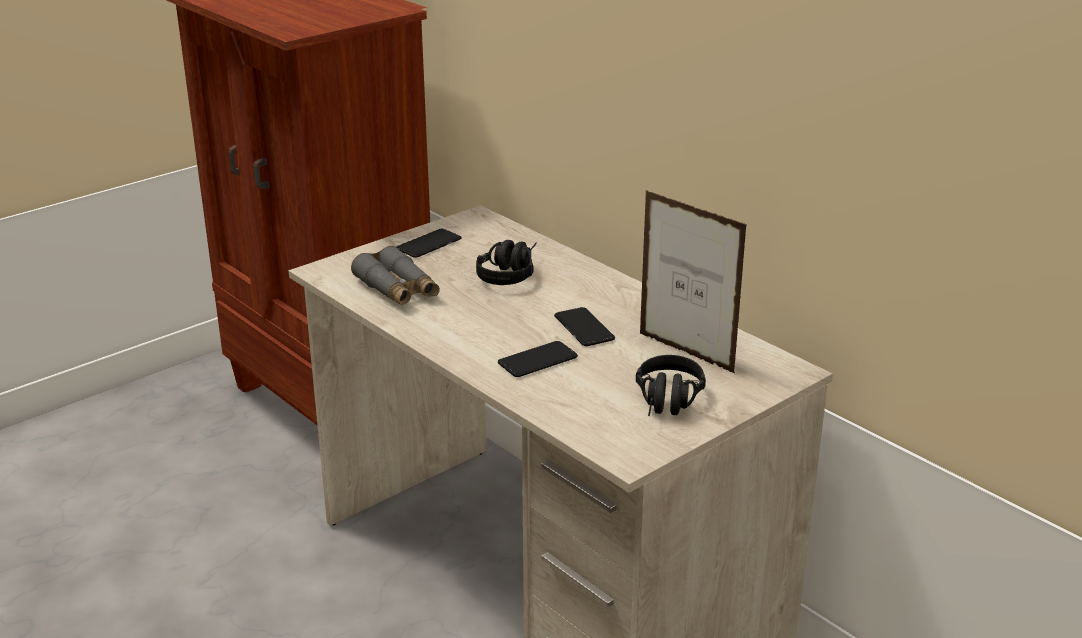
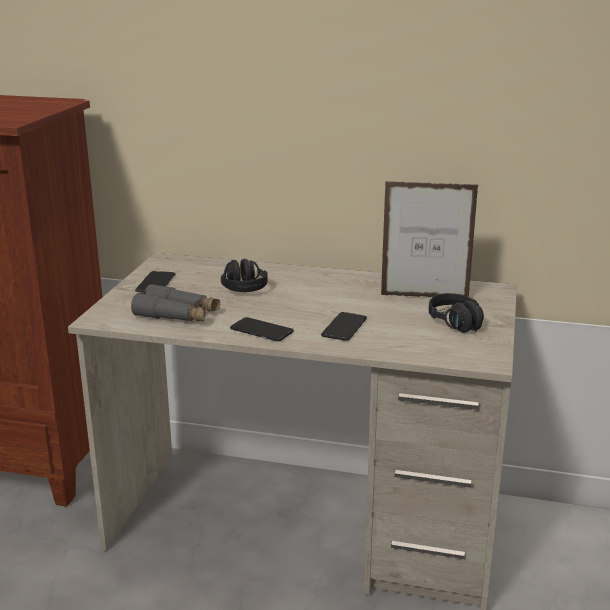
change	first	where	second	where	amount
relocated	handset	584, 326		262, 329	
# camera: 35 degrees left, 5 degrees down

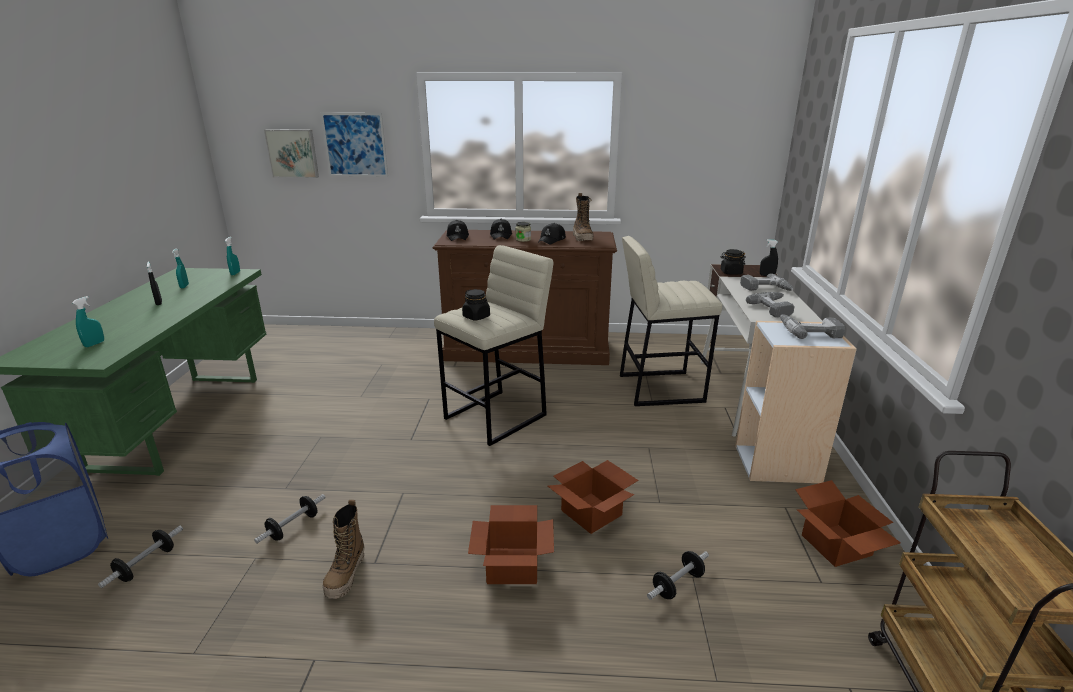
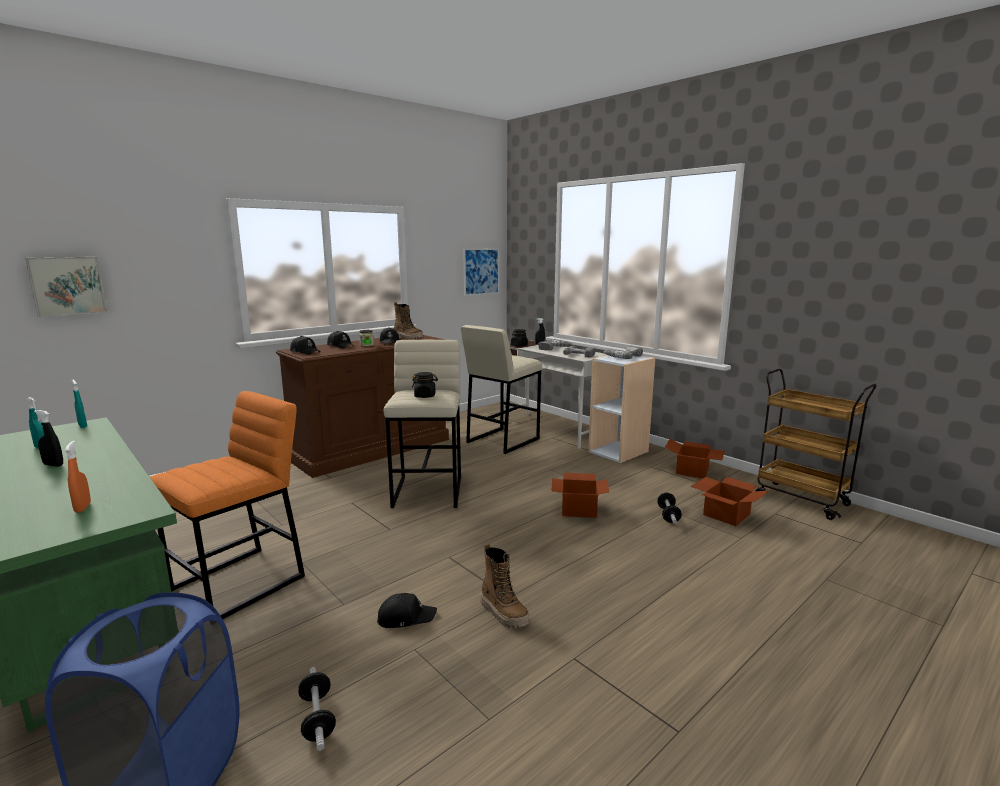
change	first	where	second	where	amount
colour	blue-green hand sprayer	88, 321	orangey hand sprayer	78, 477	
exchanged	hand weight	290, 519	blackish baseball cap	407, 610	
relocated	picture	354, 145		481, 272	
relocated	carton	511, 544		729, 501	
appeared			orangey upright chair	227, 505	
# camera: 45 degrees left, 10 degrees down

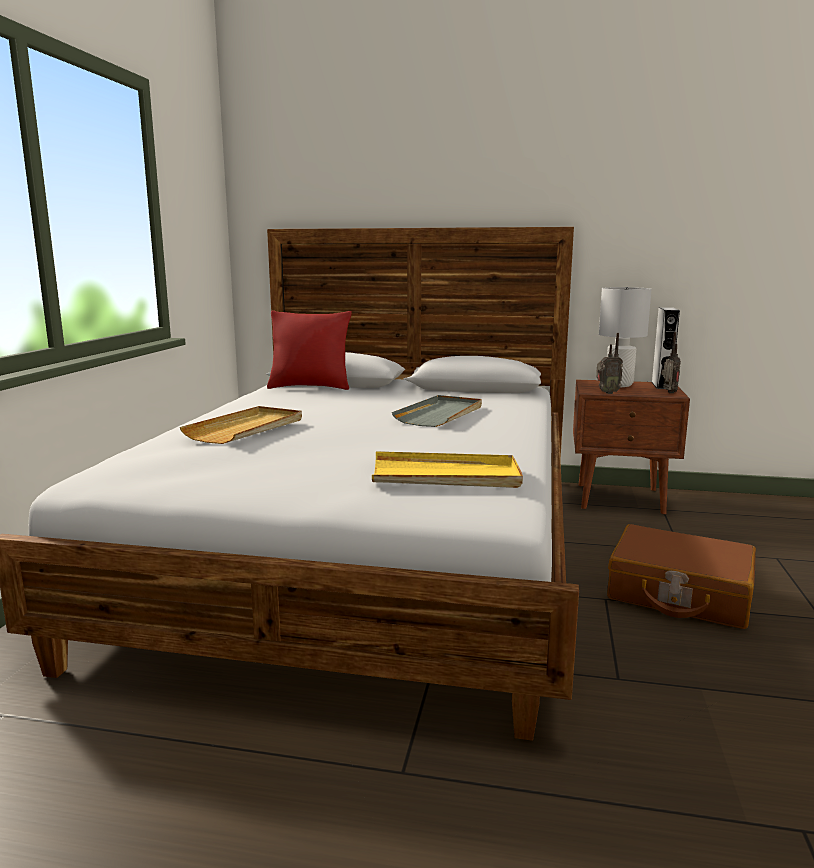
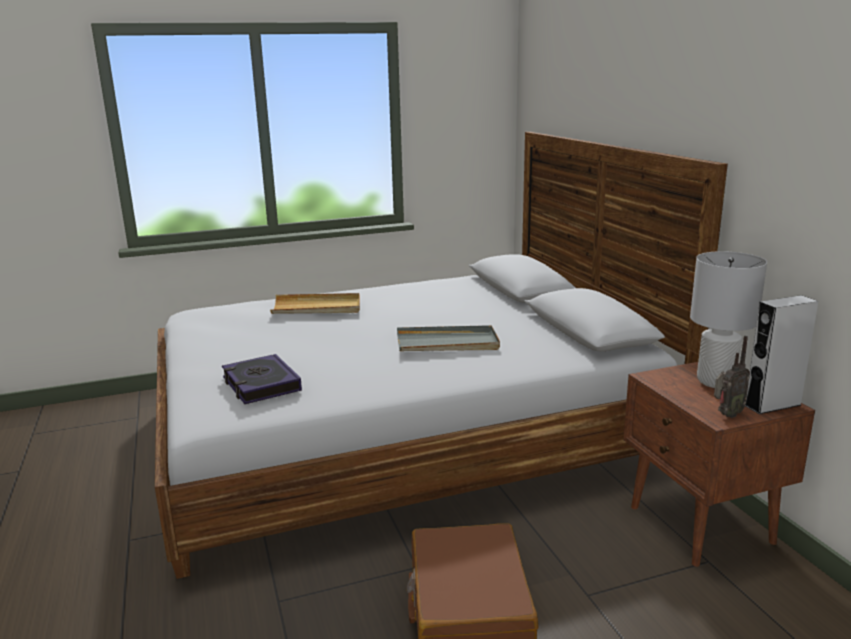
change	first	where	second	where	amount
missing	reddish cushion	309, 350			
exchanged	yellow tray	447, 469	bound book	262, 379	
missing	radio receiver	609, 363			
# camera: 60 degrees right, 5 degrees up

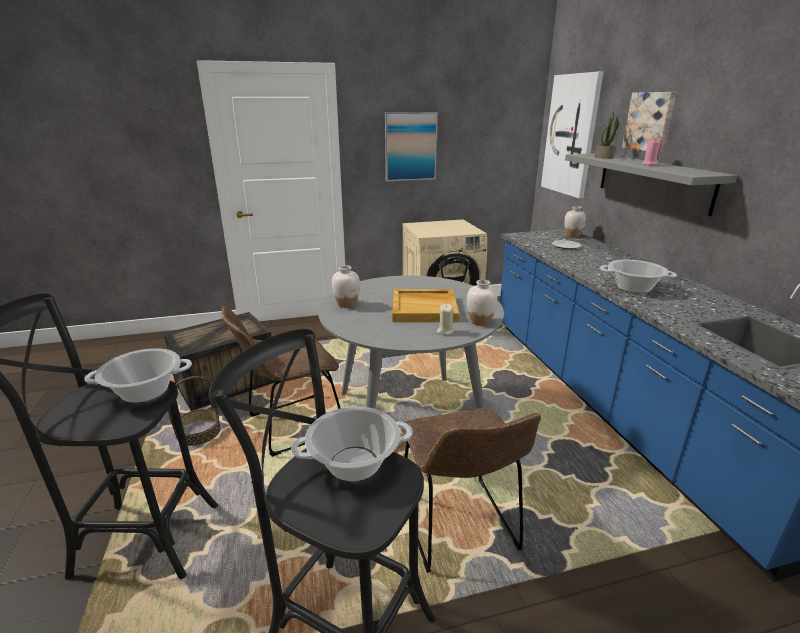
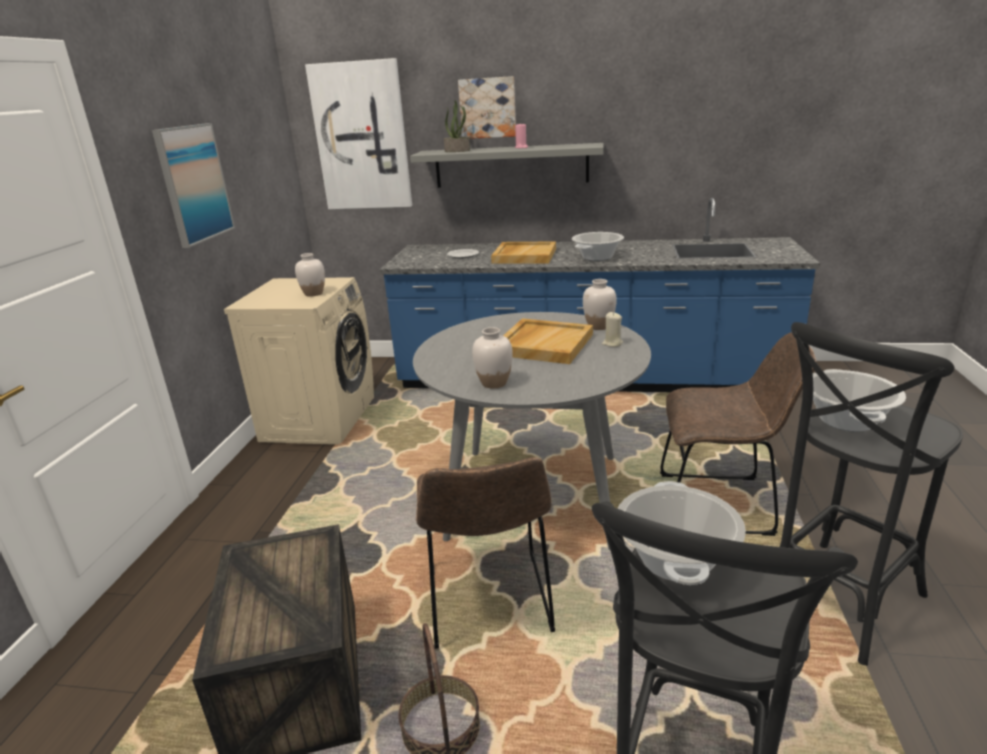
change	first	where	second	where	amount
relocated	whitish decorative vase	575, 221		310, 275	
appeared			sand-coloured tray	523, 252	
# camera: 65 degrees left, 0 degrees up

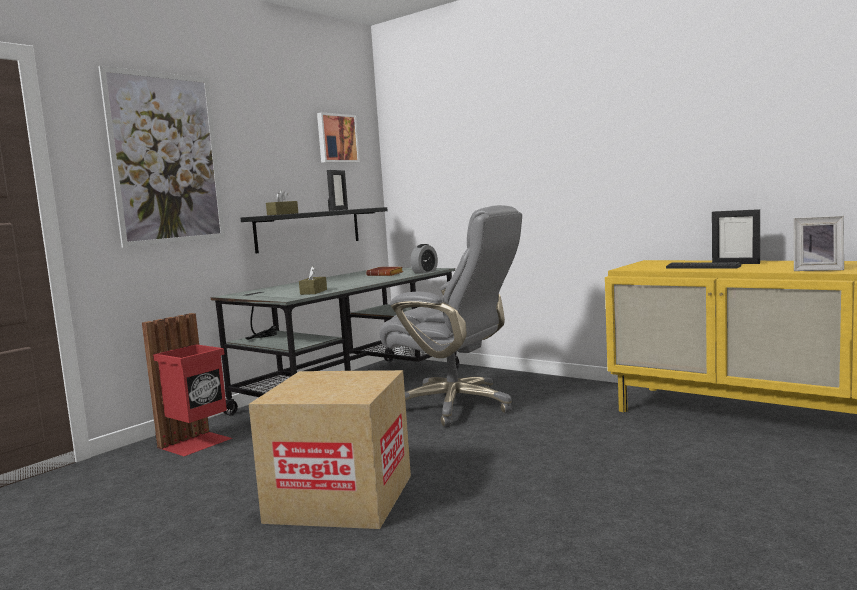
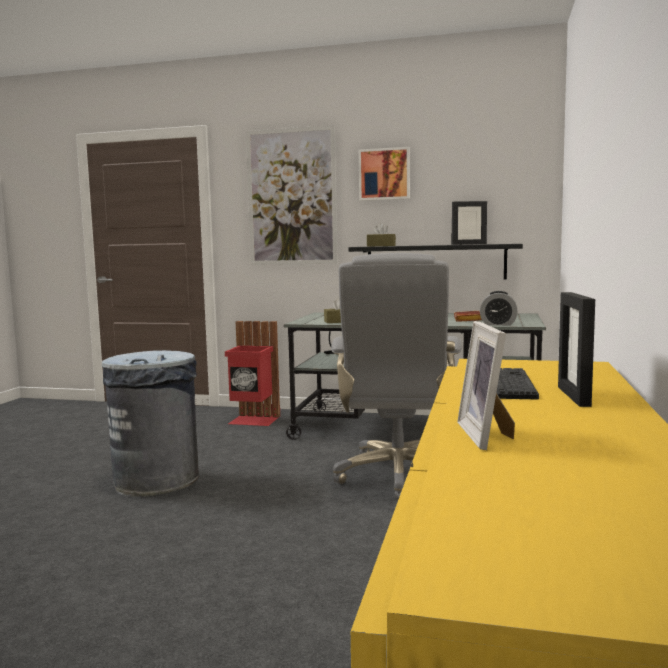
change	first	where	second	where	amount
exchanged	carton	330, 449	gray waste bin	150, 423	
relocated	picture	338, 137		384, 174	
# camera: 65 degrees right, 0 degrees up

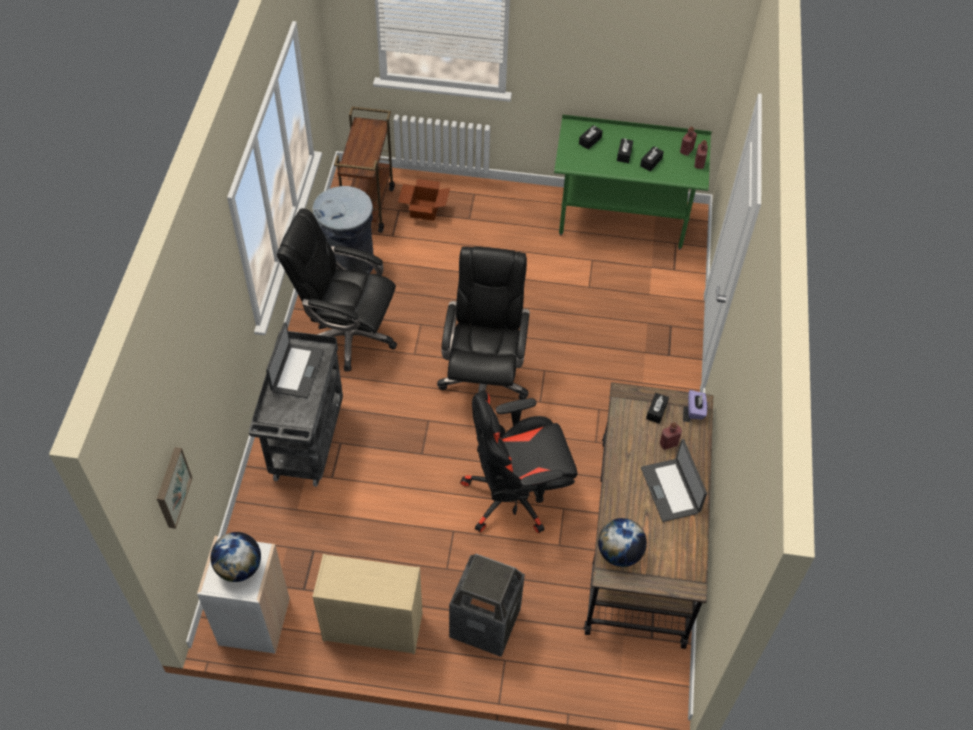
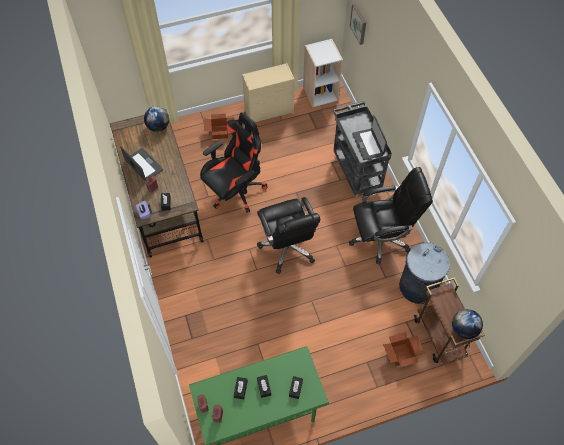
change	first	where	second	where	amount
relocated	world globe	235, 557		467, 324	
exchanged	waste bin	487, 605	carton	218, 126	
# camera: 155 degrees right, 5 degrees up

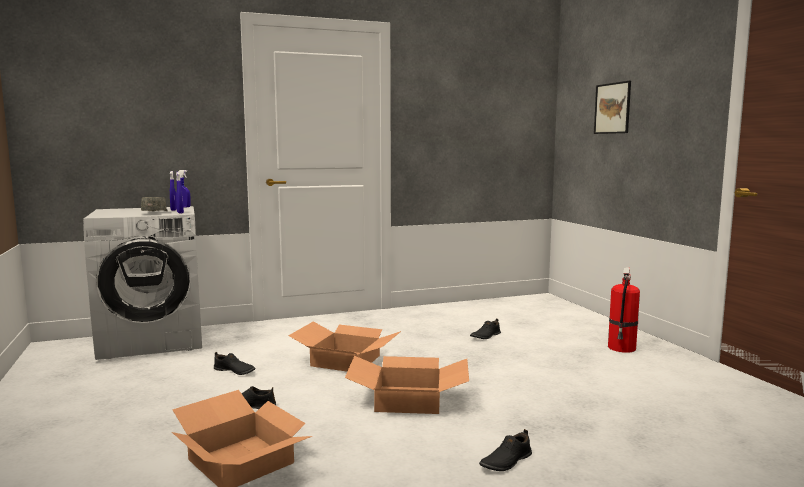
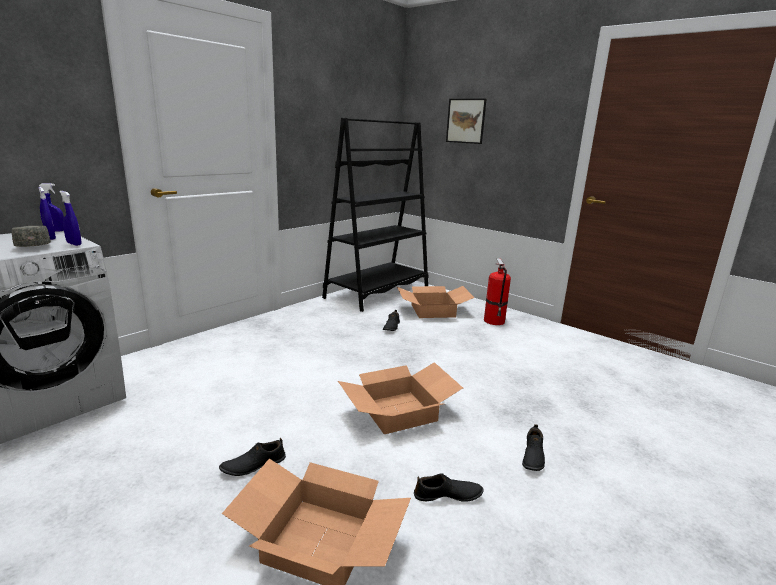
change	first	where	second	where	amount
relocated	blackish item of footwear	234, 363		449, 488	
relocated	carton	344, 346		435, 302	
appeared			blackish bookcase	375, 214	
# camera: 30 degrees left, 10 degrees up

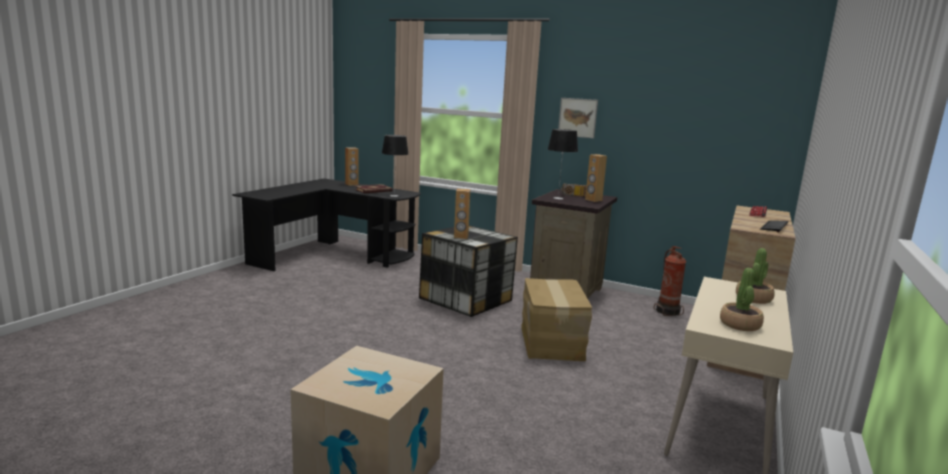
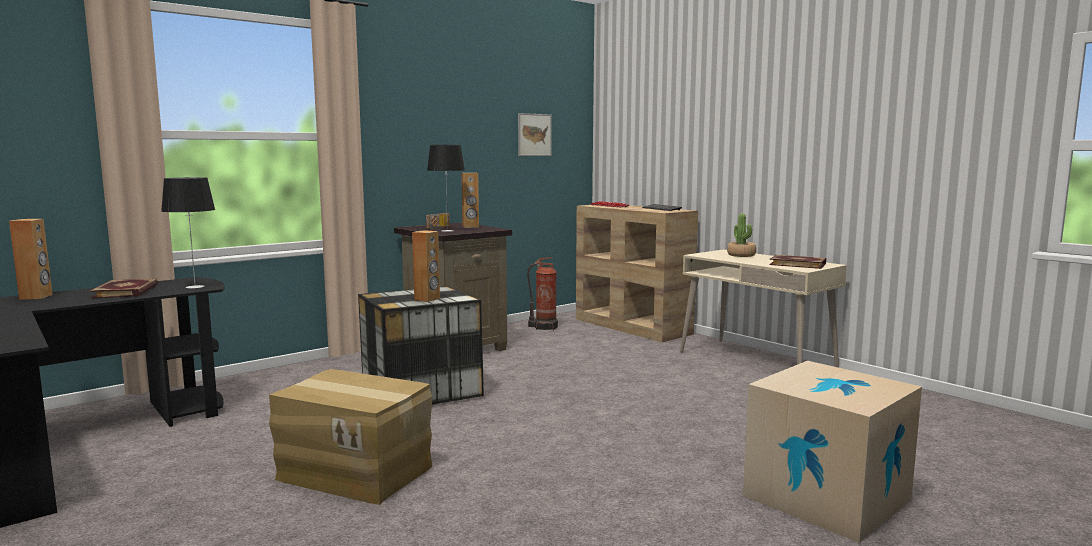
change	first	where	second	where	amount
relocated	carton	556, 319		350, 437	
relocated	picture	578, 118		535, 134	
exchanged	plant in a pot	742, 299	bound book	797, 262	
# camera: 65 degrees left, 5 degrees down

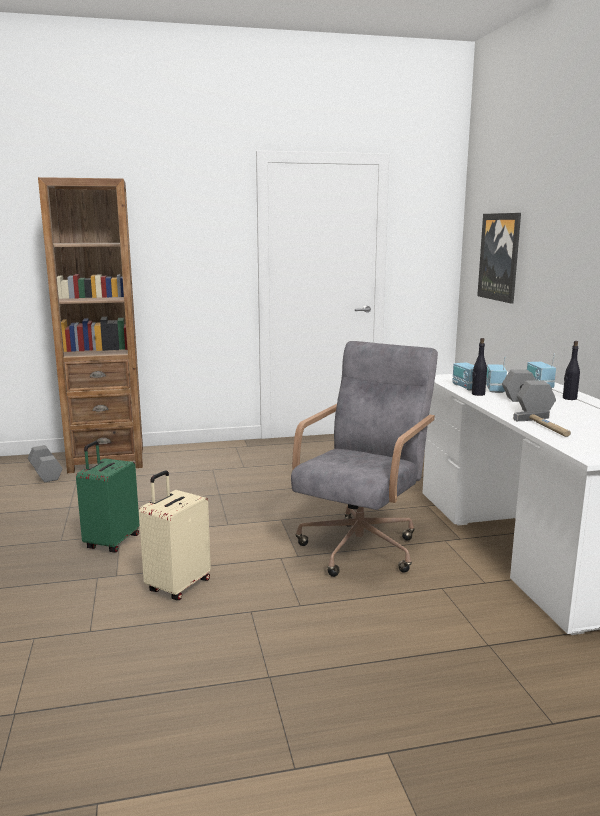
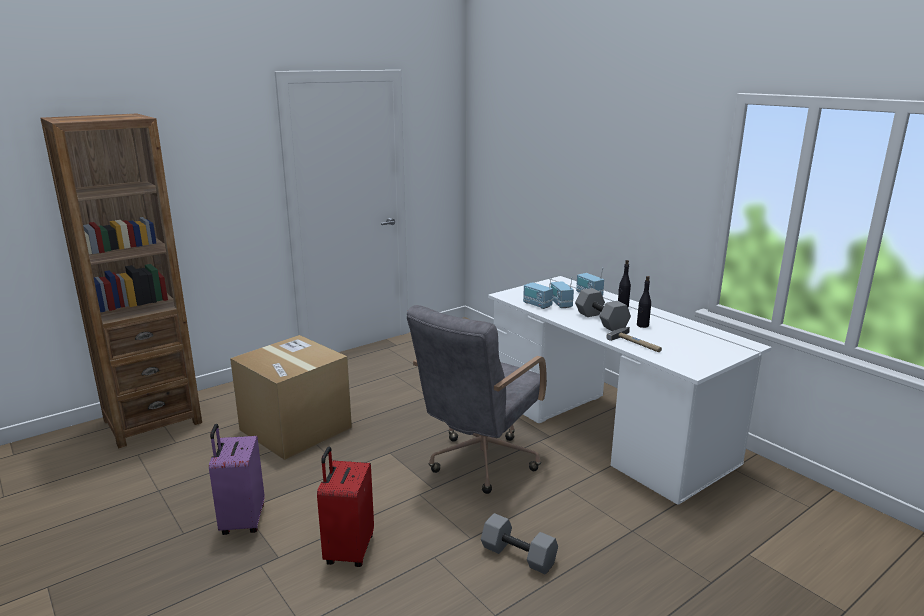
change	first	where	second	where	amount
relocated	gray hand weight	45, 463		519, 544	
colour	green-coloured suitcase	107, 496	purple suitcase	237, 479	
colour	sand-coloured suitcase	175, 535	reddish suitcase	345, 507	
spun	gray computer chair	364, 459		477, 399	150 degrees counterclockwise
relocated	blackish drink bottle	479, 367		644, 302	
missing	picture	499, 258			
appeared			carton	291, 397	
# camera: 25 degrees left, 5 degrees up

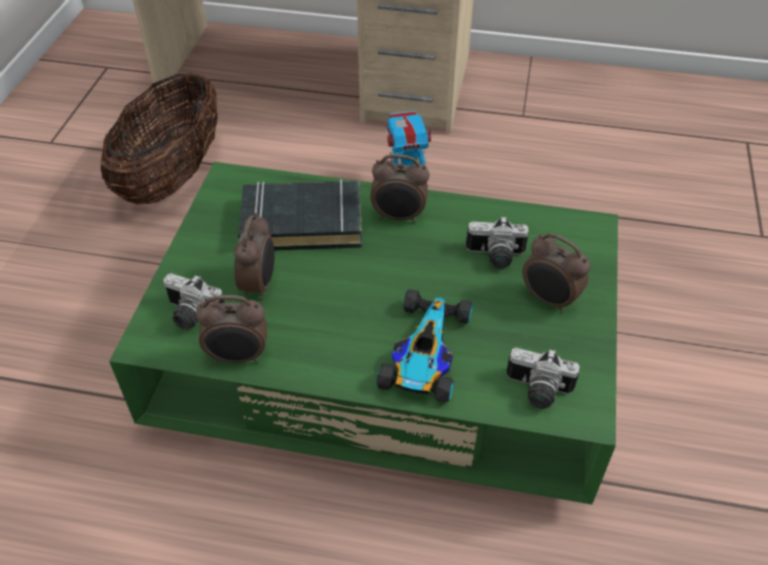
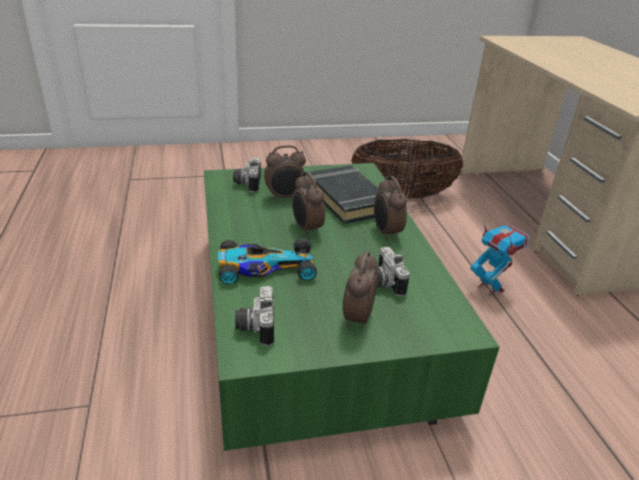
change	first	where	second	where	amount
relocated	table clock	231, 329		308, 204	
# camera: 65 degrees right, 15 degrees down

